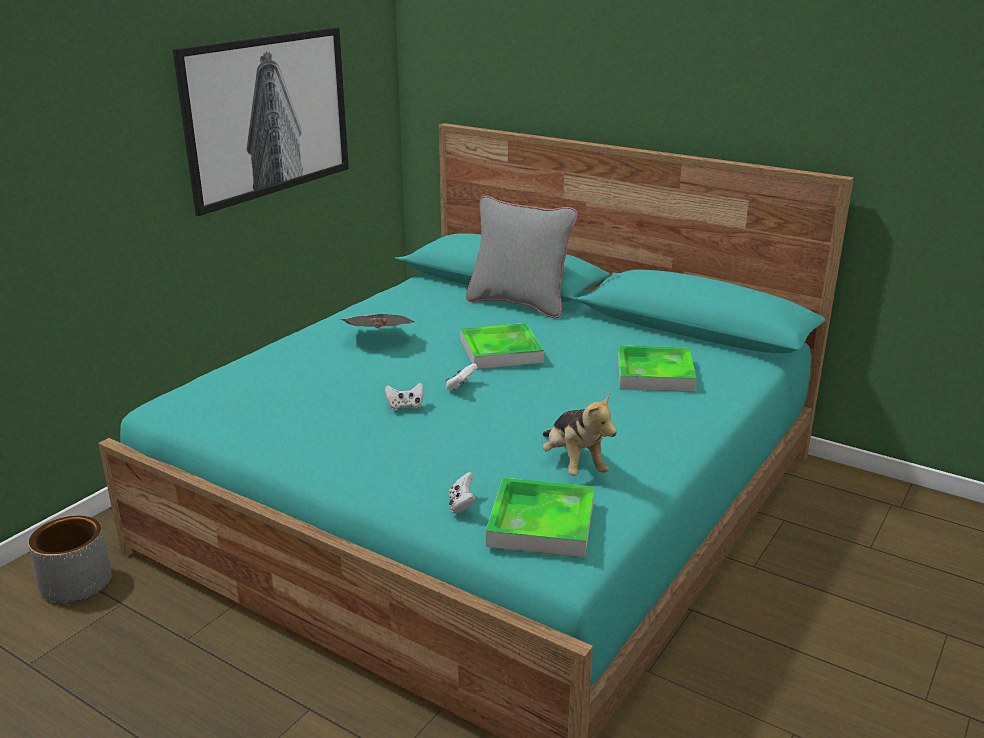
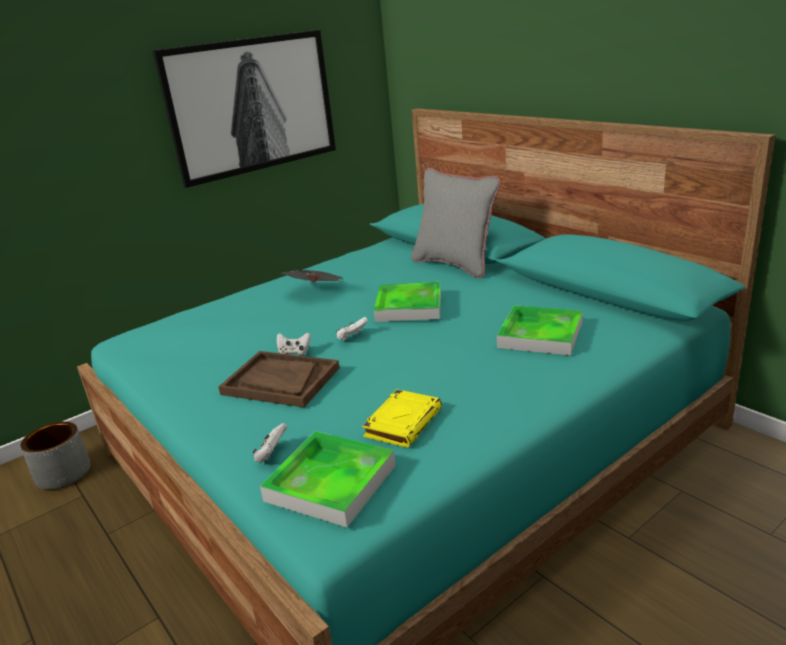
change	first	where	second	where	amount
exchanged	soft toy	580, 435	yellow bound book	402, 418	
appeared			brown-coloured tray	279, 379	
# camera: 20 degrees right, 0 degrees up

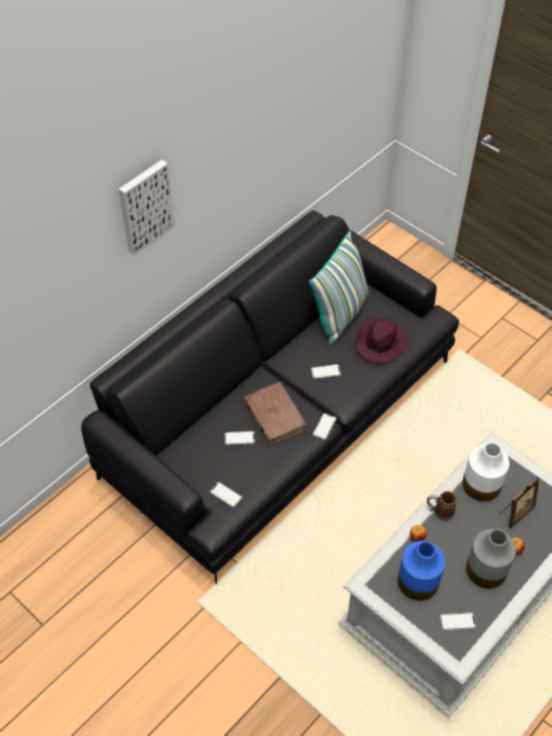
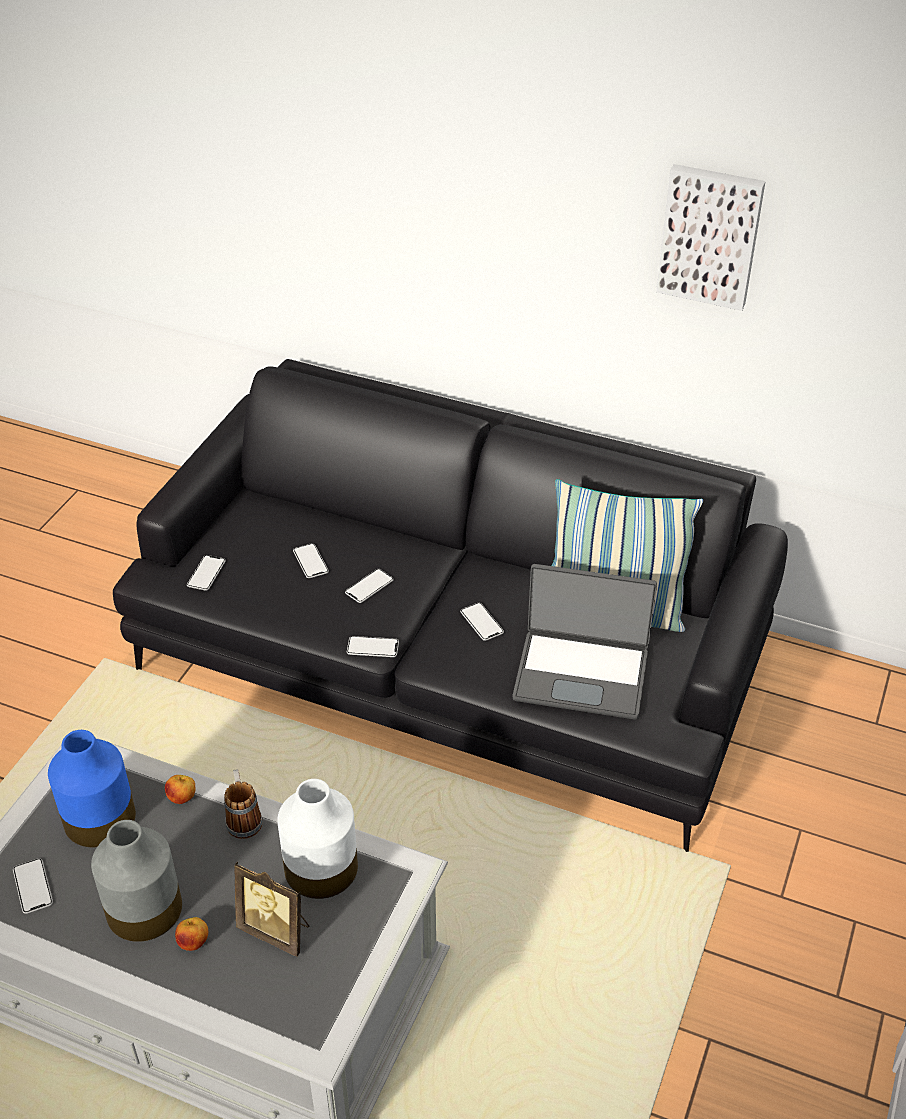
change	first	where	second	where	amount
relocated	picture	147, 208		711, 237	
exchanged	brown-coloured bound book	275, 413	handset	369, 586	
exchanged	purple wearable hat	381, 340	portable computer	584, 642	
# camera: 70 degrees right, 10 degrees down

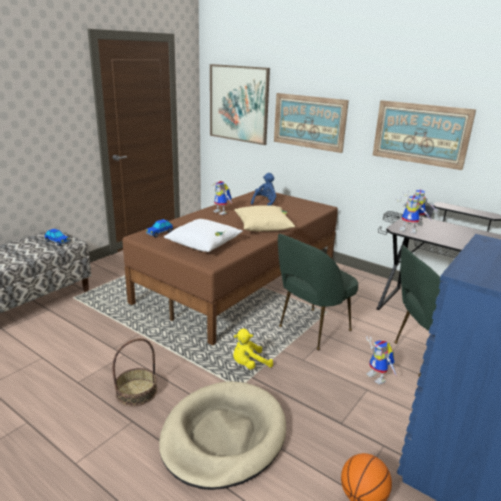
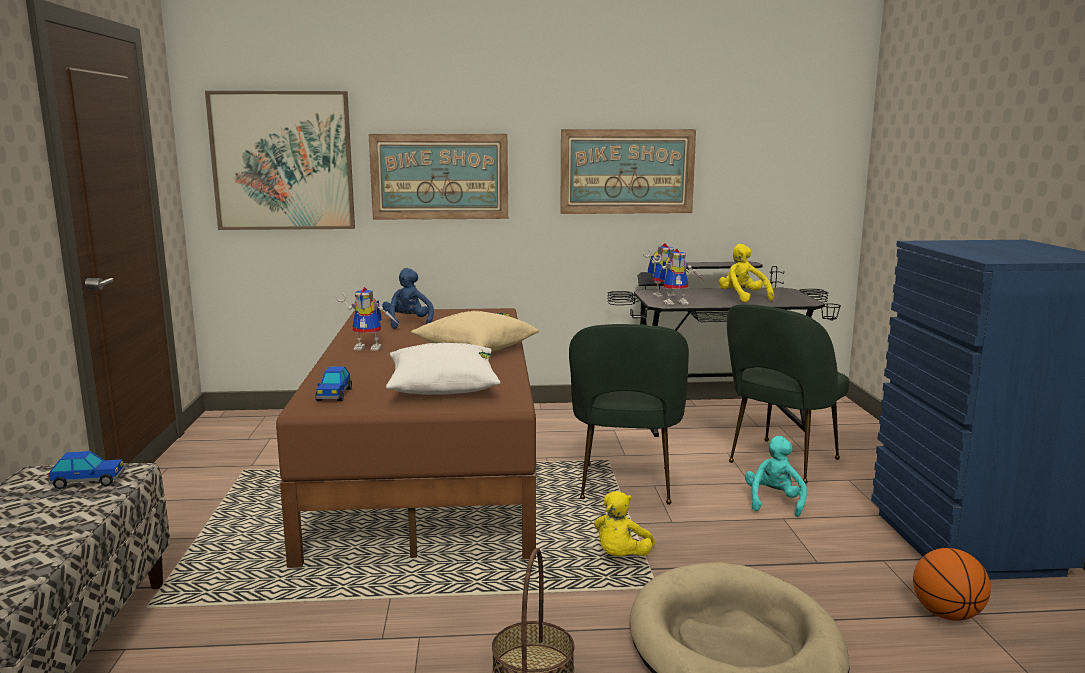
change	first	where	second	where	amount
exchanged	toy robot	381, 360	blue-green soft toy	776, 476	
appeared			yellow soft toy	746, 273	
# camera: 40 degrees left, 10 degrees down

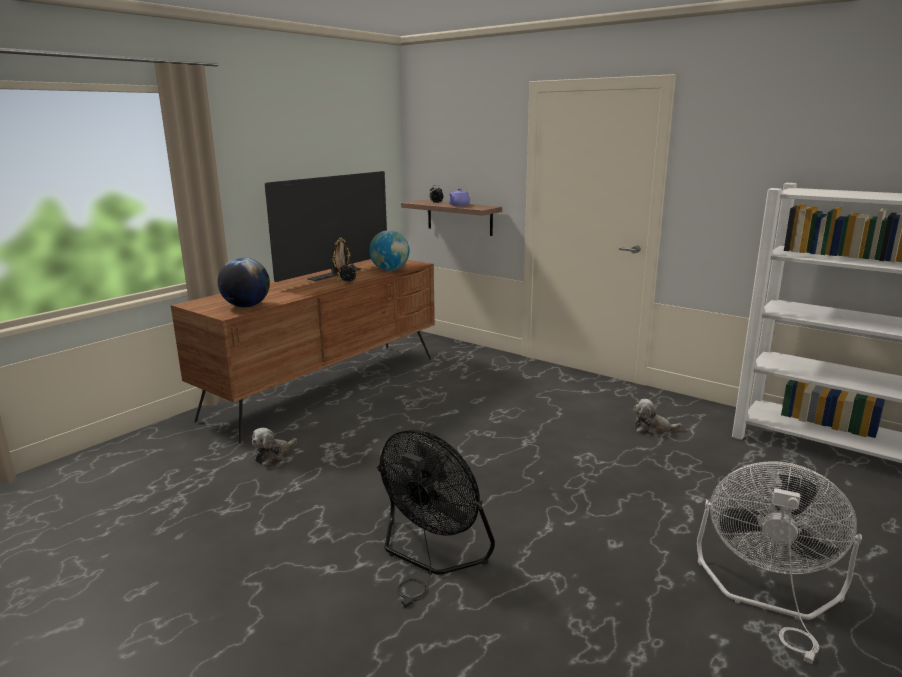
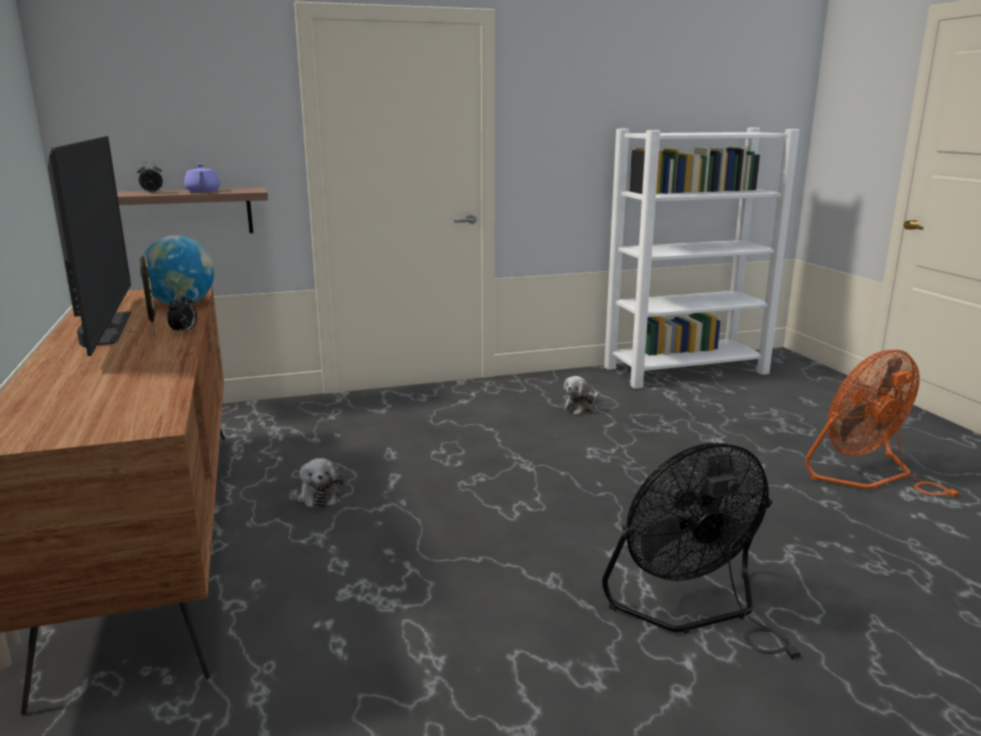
change	first	where	second	where	amount
missing	world globe	244, 282			
relocated	soft toy	274, 447		320, 483	
colour	whitish fan	779, 562	orangey fan	882, 423	
# camera: 55 degrees left, 0 degrees up

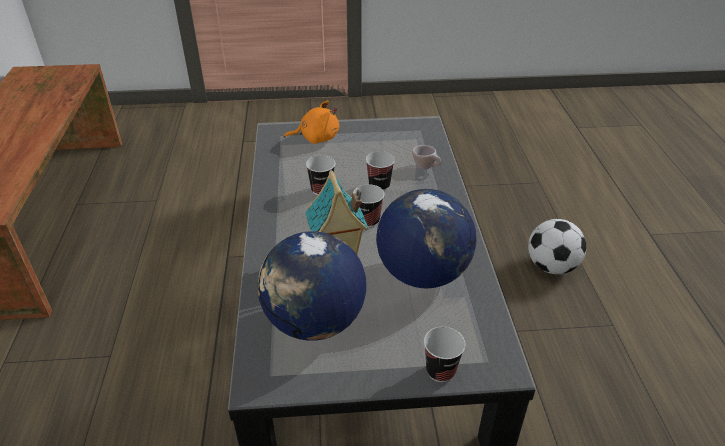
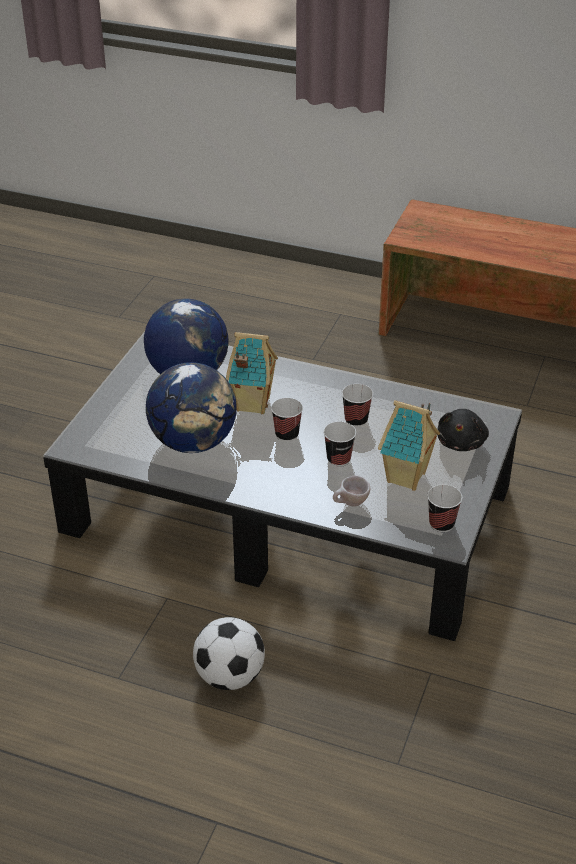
change	first	where	second	where	amount
colour	orangey soft toy	311, 122	blackish soft toy	463, 430	
relocated	drinking cup	445, 354		444, 508	
appeared			miniature house	409, 445	
# camera: 115 degrees right, 0 degrees up

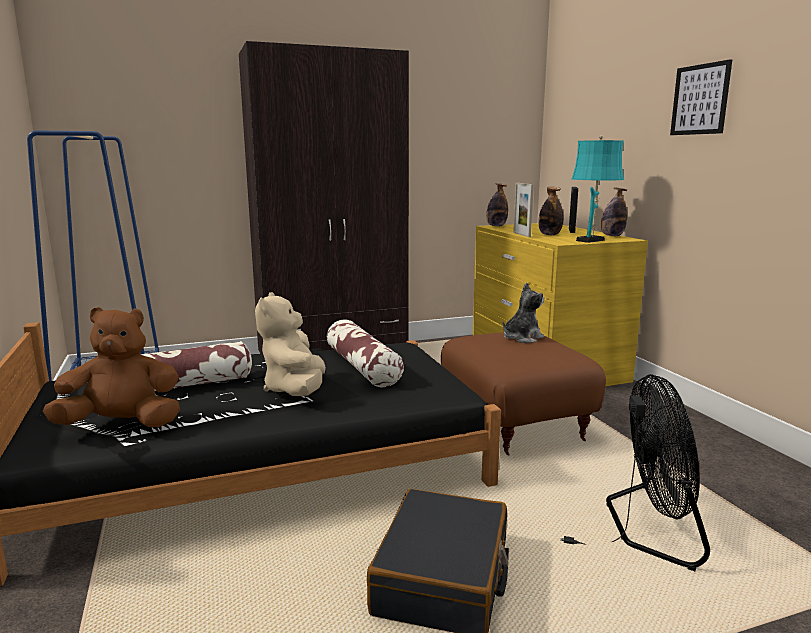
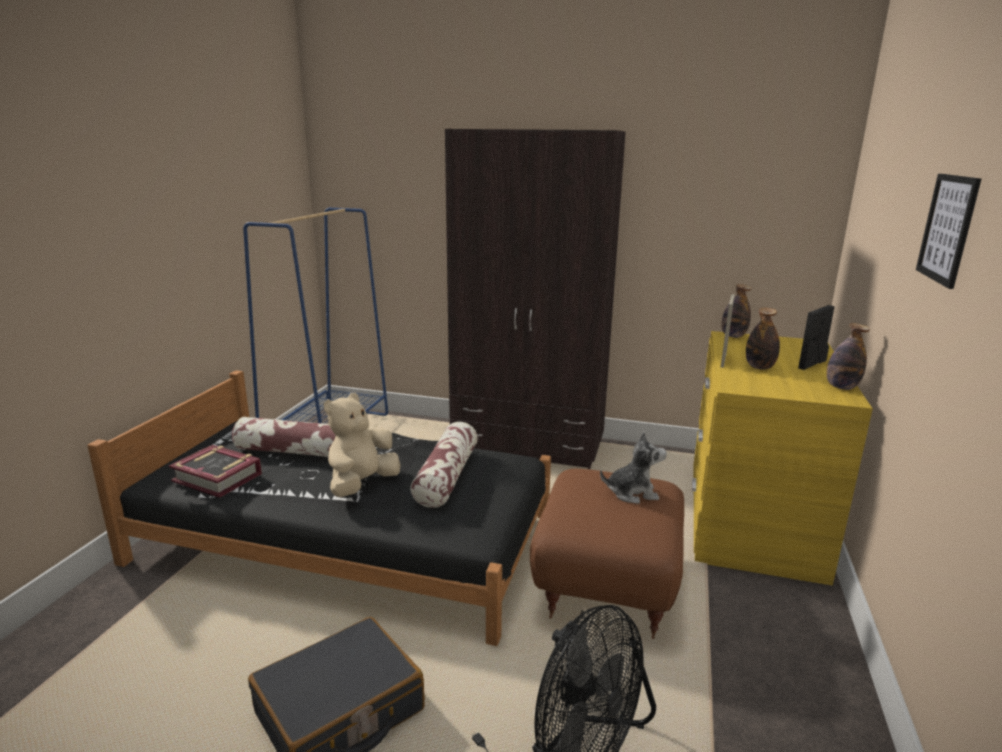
change	first	where	second	where	amount
exchanged	brown-coloured soft toy	111, 367	bound book	215, 471	
missing	blue-green lamp for a table	597, 189			
# camera: 35 degrees right, 5 degrees up

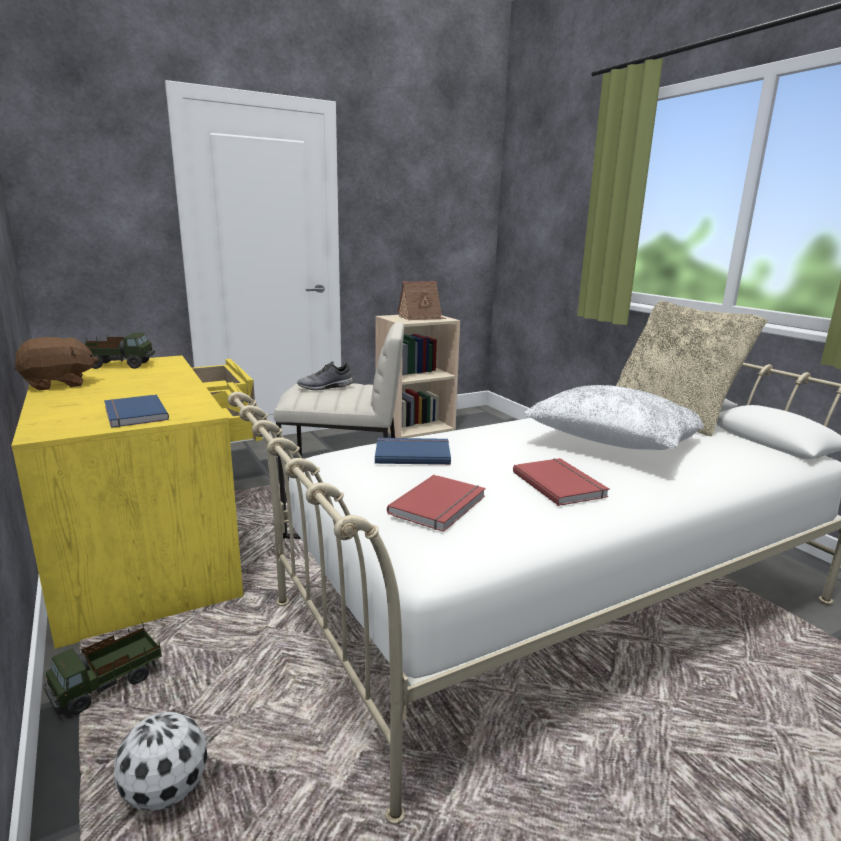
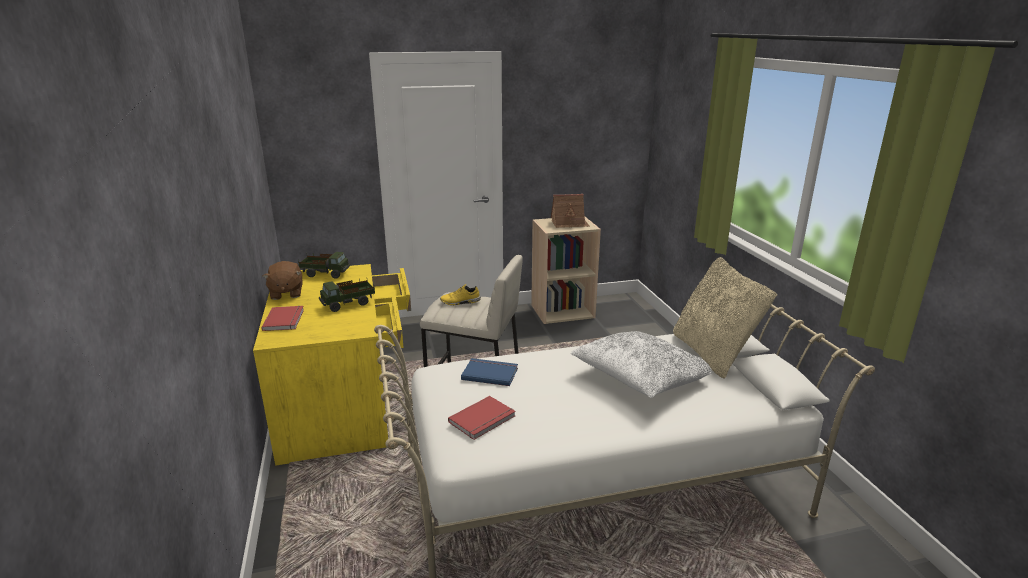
change	first	where	second	where	amount
spun	brown-coloured soft toy	56, 364		282, 280	90 degrees clockwise
relocated	toy truck	102, 668		347, 295	
missing	blue bound book	136, 411			
missing	football ball	161, 761			
colour	gray item of footwear	325, 375	yellow item of footwear	460, 294	
relocated	reddish bound book	561, 482		282, 318	
# camera: 15 degrees right, 5 degrees up

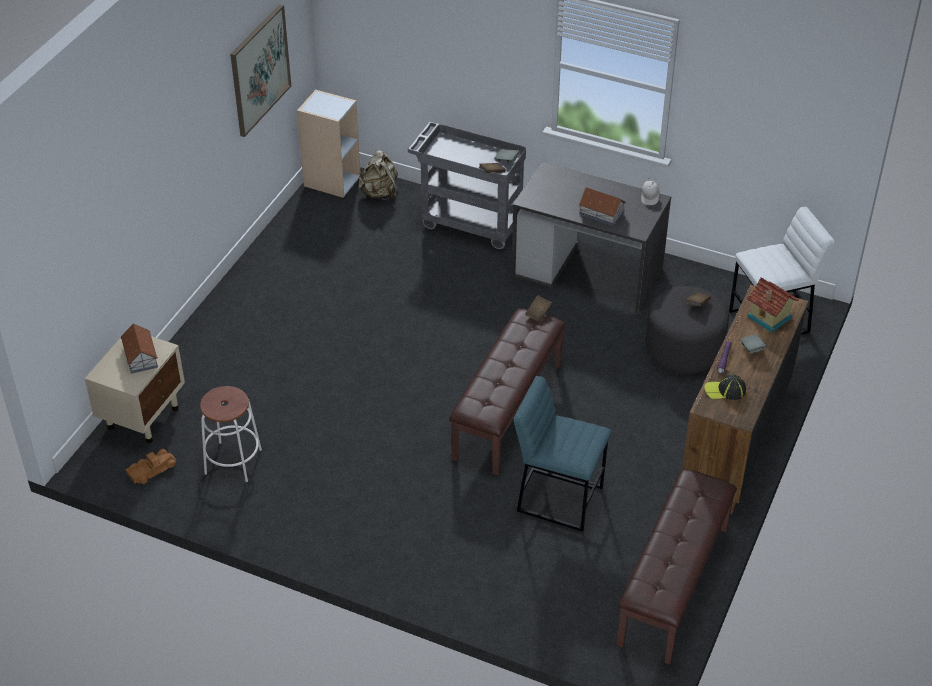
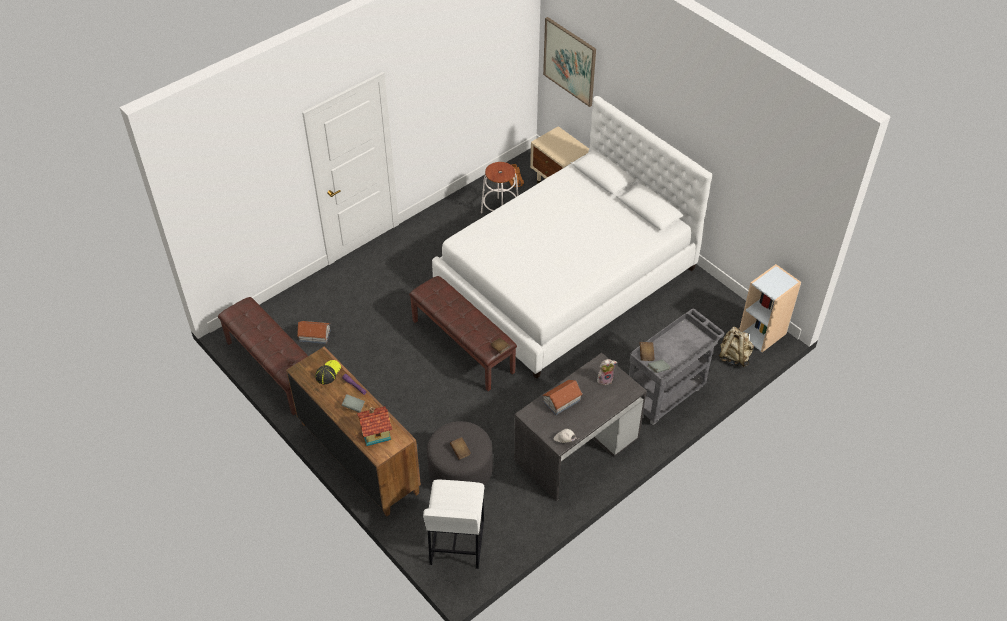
change	first	where	second	where	amount
relocated	miniature house	139, 348		313, 332	
relocated	picture	260, 70		569, 62	
missing	blue stool seat	562, 454			
appeared			whitish bedroom bed	572, 237	
appeared			soft toy	607, 372	
# camera: 115 degrees right, 5 degrees up

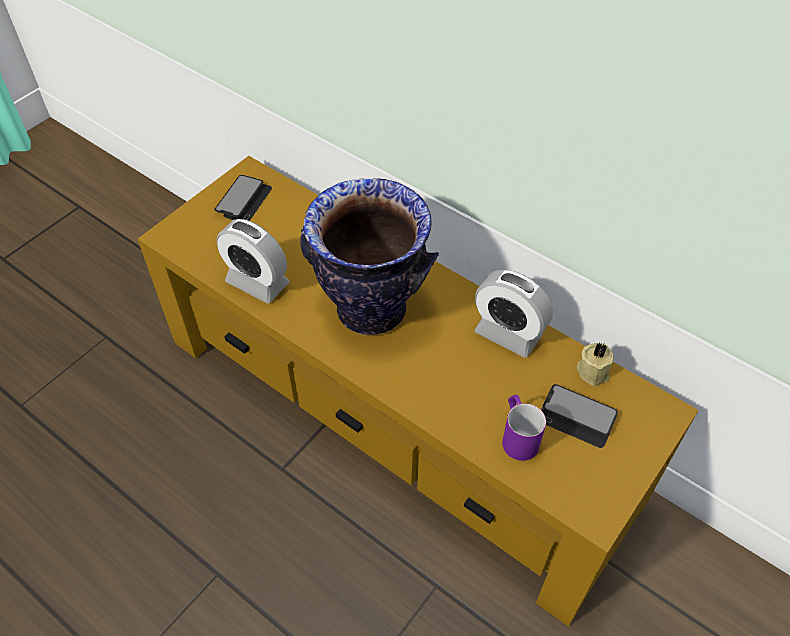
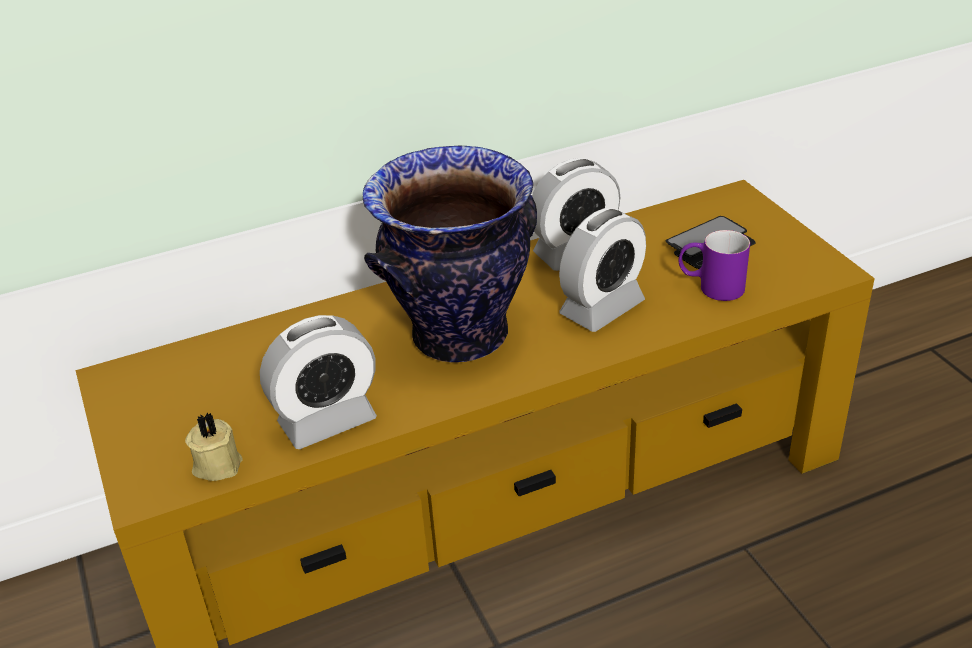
change	first	where	second	where	amount
missing	handset	243, 198			
relocated	sand-coloured wax light	595, 364		214, 446	
appeared			table clock	602, 270	
# camera: 60 degrees left, 15 degrees down

